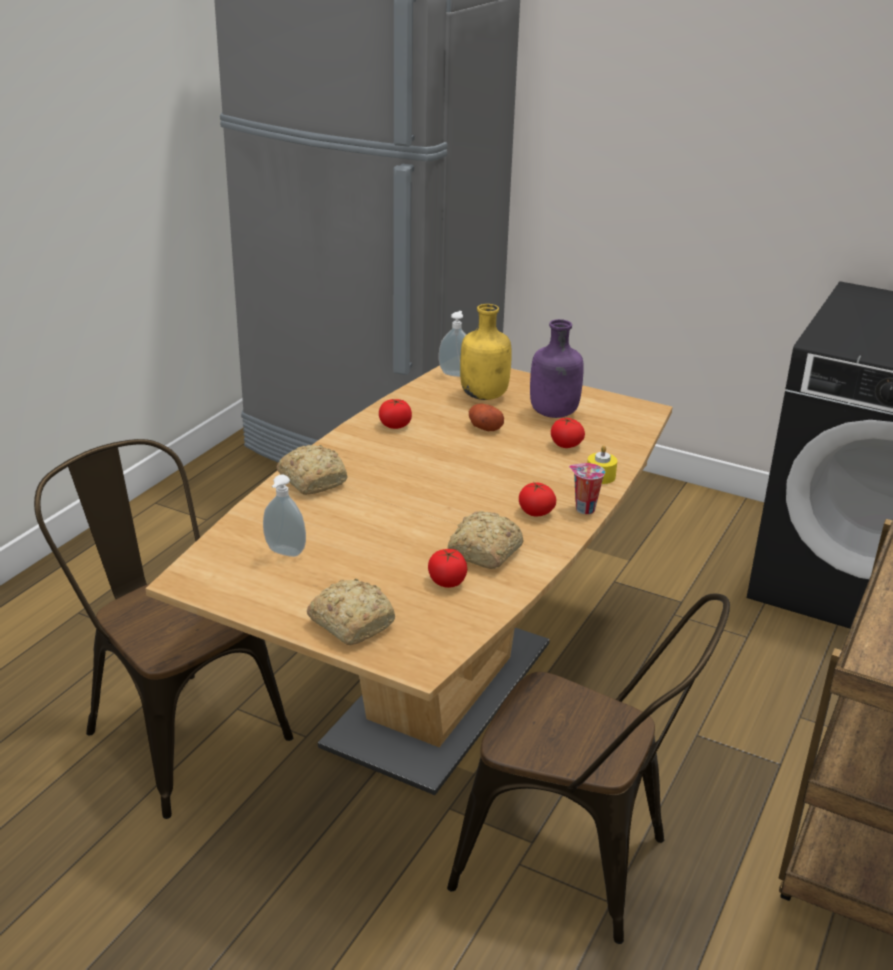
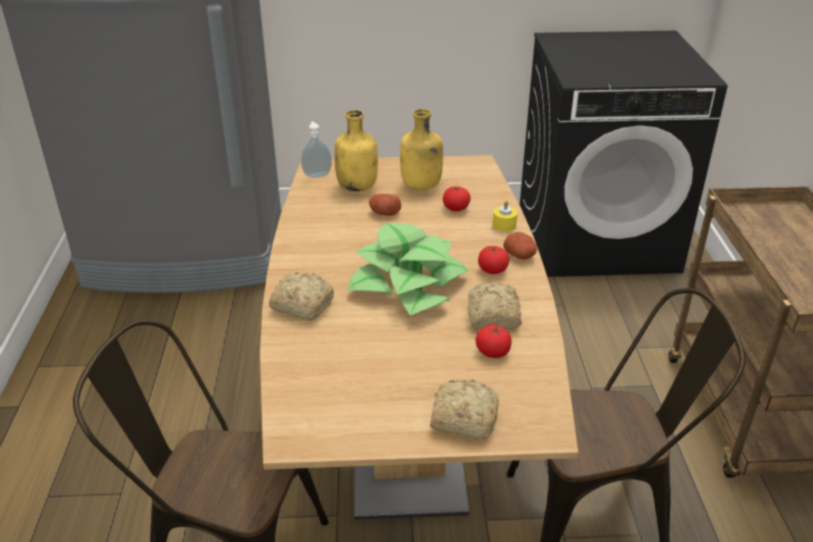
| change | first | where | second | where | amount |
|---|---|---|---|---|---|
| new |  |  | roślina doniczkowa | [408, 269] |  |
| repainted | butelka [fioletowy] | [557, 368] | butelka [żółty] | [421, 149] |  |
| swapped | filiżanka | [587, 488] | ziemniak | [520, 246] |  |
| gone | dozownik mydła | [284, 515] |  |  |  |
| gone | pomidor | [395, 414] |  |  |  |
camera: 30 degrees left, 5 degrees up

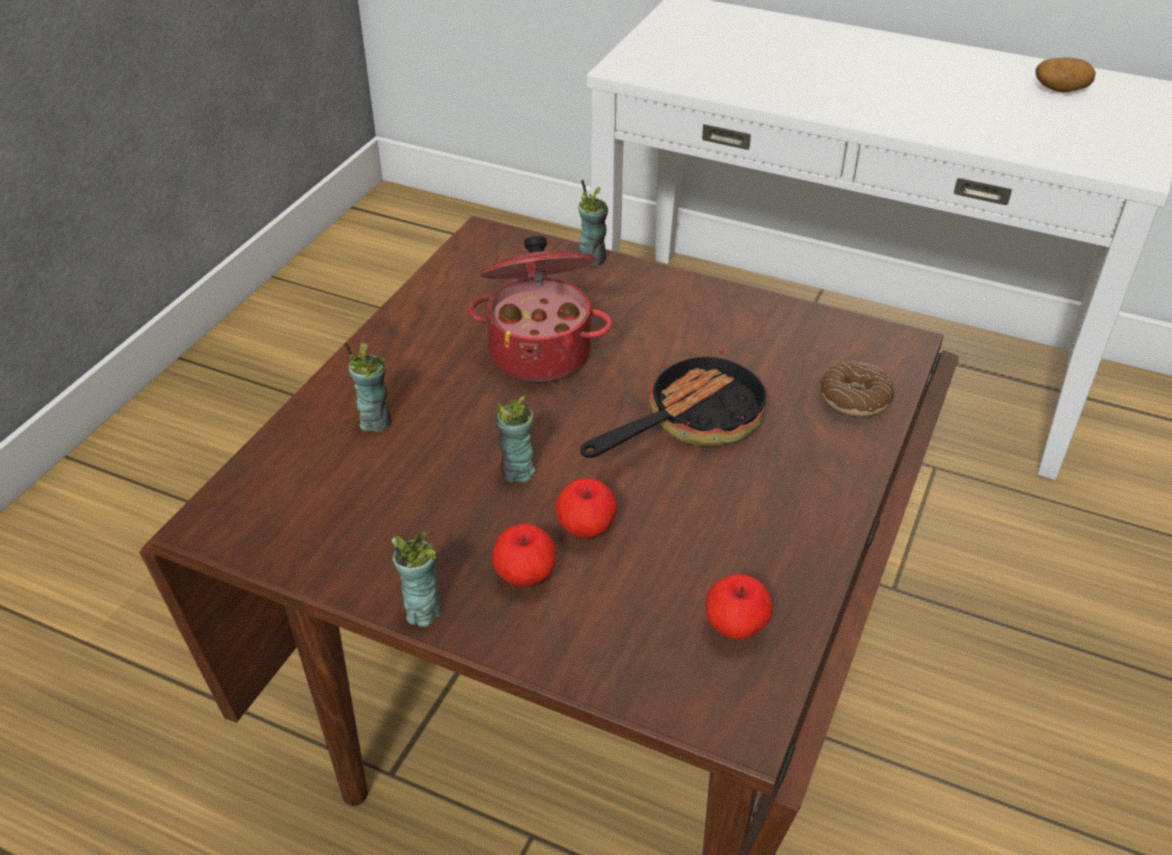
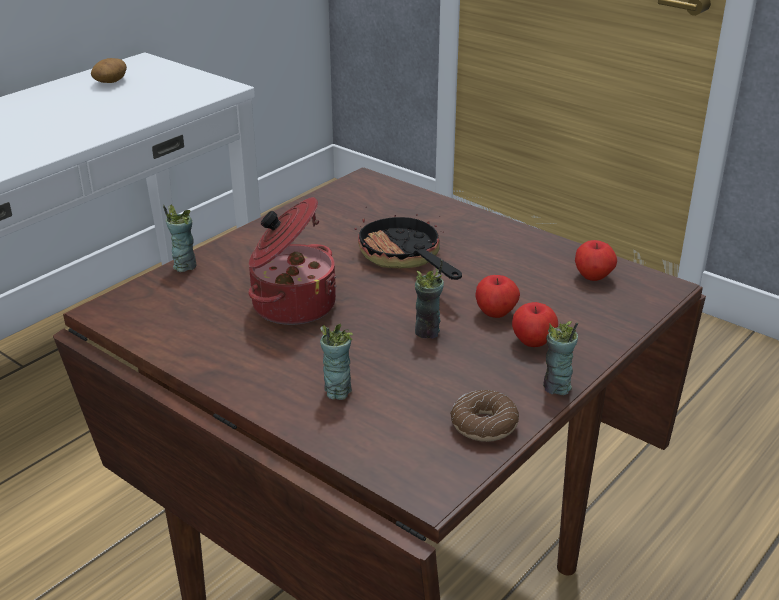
| change | first | where | second | where | amount |
|---|---|---|---|---|---|
| shifted | donut | [857, 389] |  | [484, 416] |  |
camera: 75 degrees left, 10 degrees down

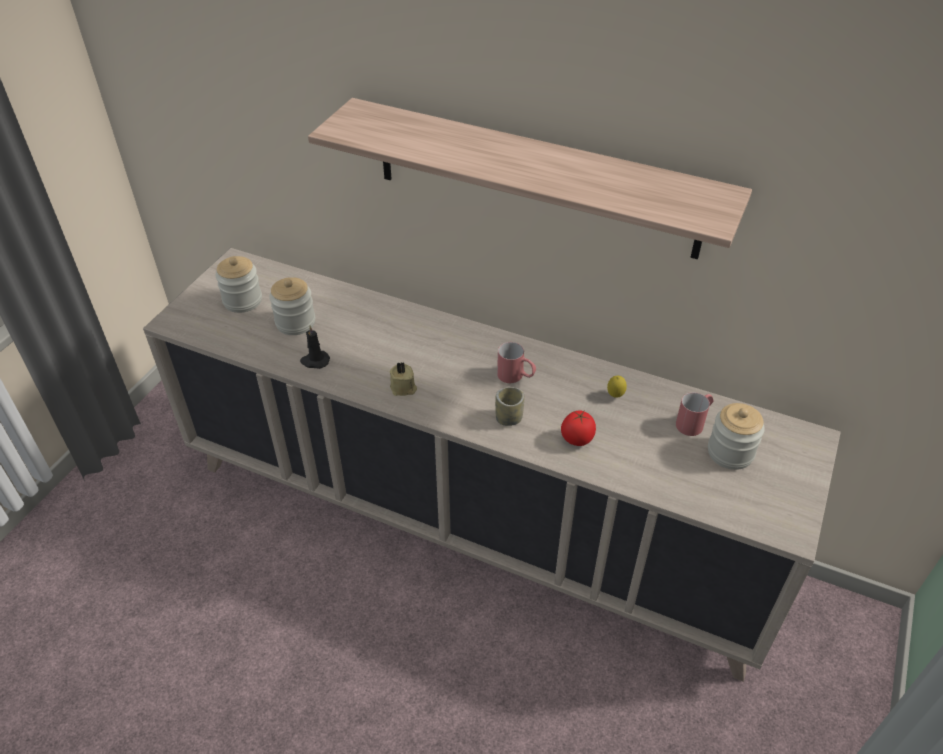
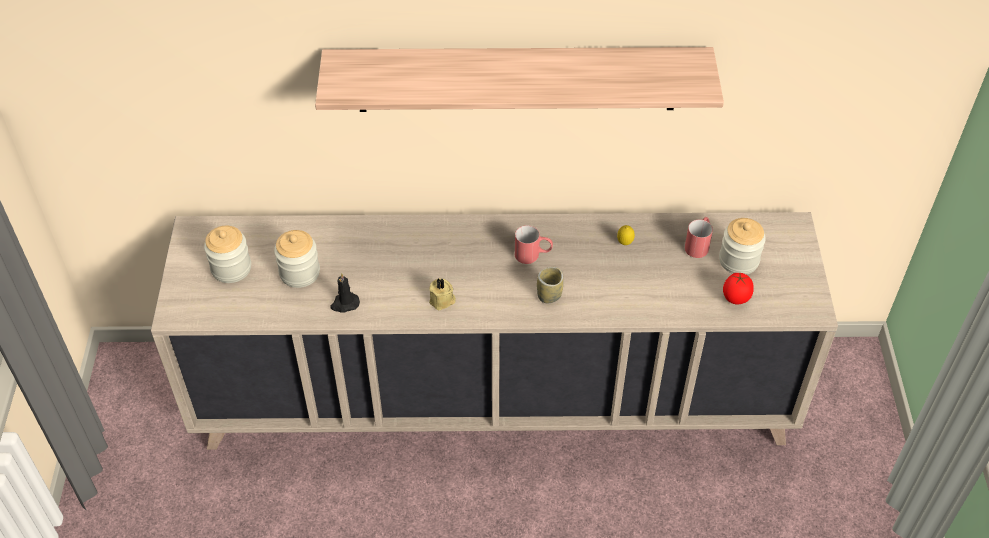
| change | first | where | second | where | amount |
|---|---|---|---|---|---|
| shifted | pomidor | [578, 428] |  | [738, 288] |  |
camera: 25 degrees left, 5 degrees up

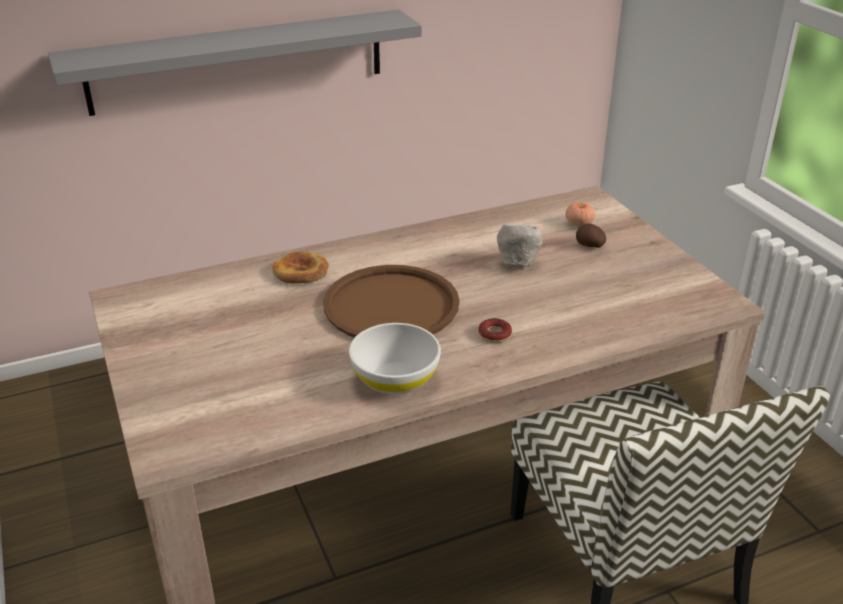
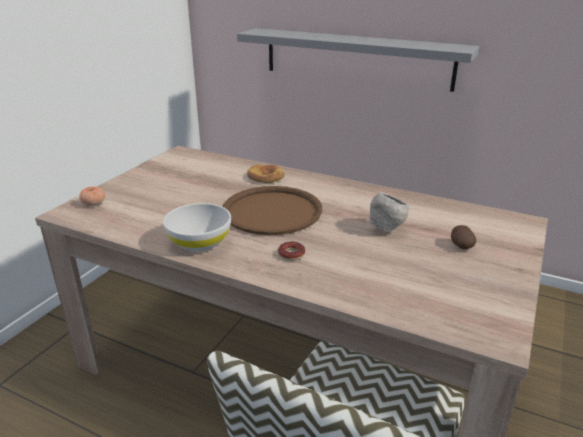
| change | first | where | second | where | amount |
|---|---|---|---|---|---|
| shifted | pomidor | [580, 214] |  | [92, 196] |  |
camera: 50 degrees right, 5 degrees down

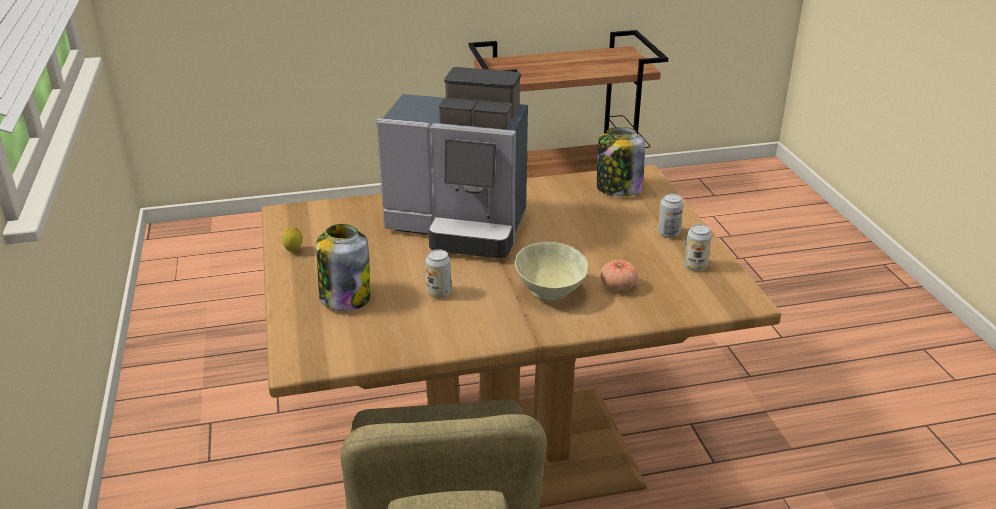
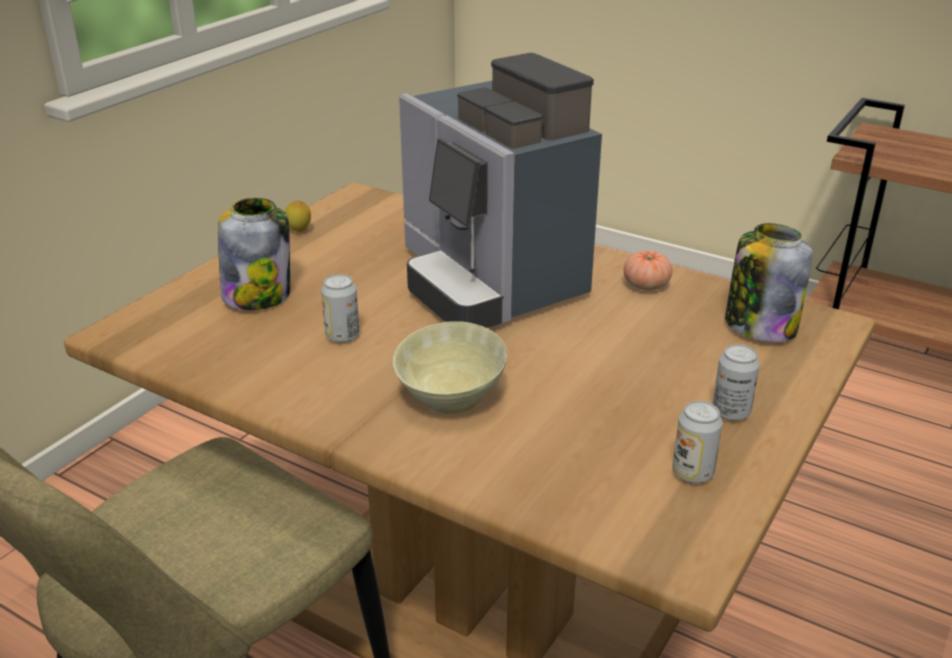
| change | first | where | second | where | amount |
|---|---|---|---|---|---|
| shifted | pomidor | [619, 275] |  | [648, 270] |  |
camera: 45 degrees right, 0 degrees up

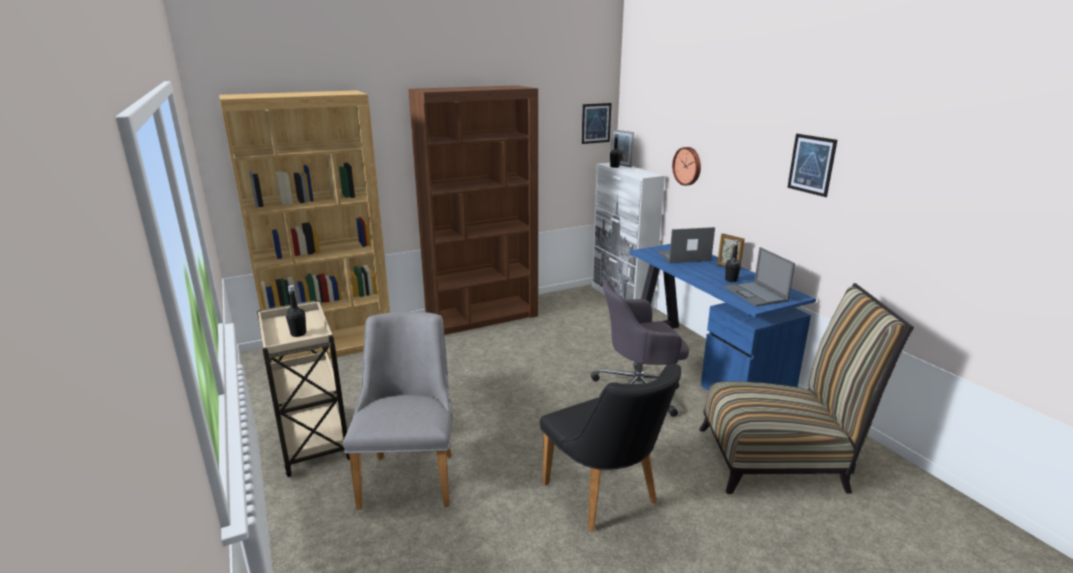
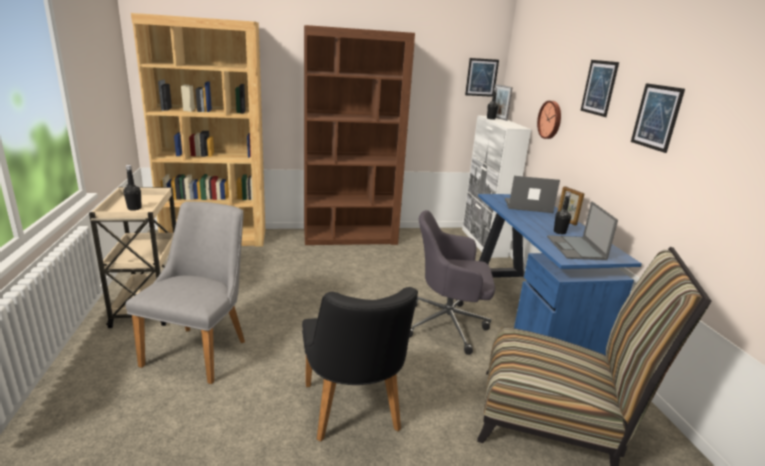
| change | first | where | second | where | amount |
|---|---|---|---|---|---|
| new |  |  | obraz | [599, 88] |  |
camera: 15 degrees right, 0 degrees up

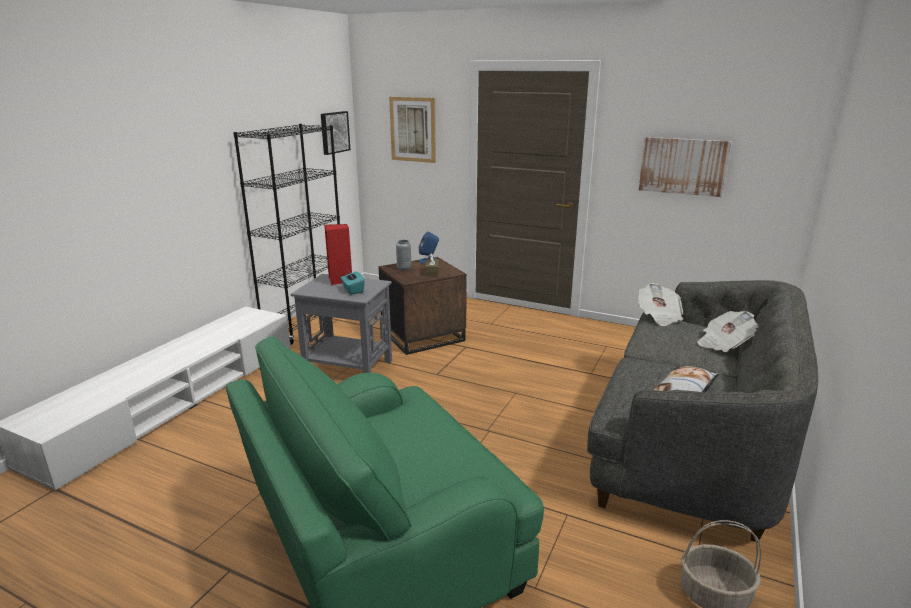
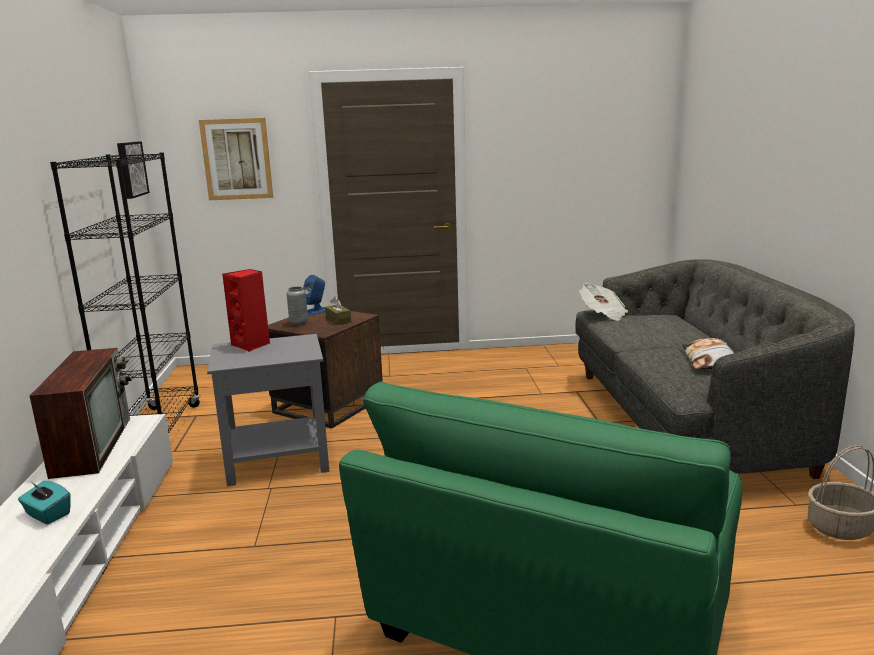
| change | first | where | second | where | amount |
|---|---|---|---|---|---|
| shifted | pudełko chusteczek [turkusowy] | [353, 282] |  | [44, 502] |  |
| new |  |  | telewizor | [80, 413] |  |
| gone | obraz | [685, 167] |  |  |  |
| gone | gazeta | [728, 331] |  |  |  |
camera: 30 degrees left, 5 degrees down

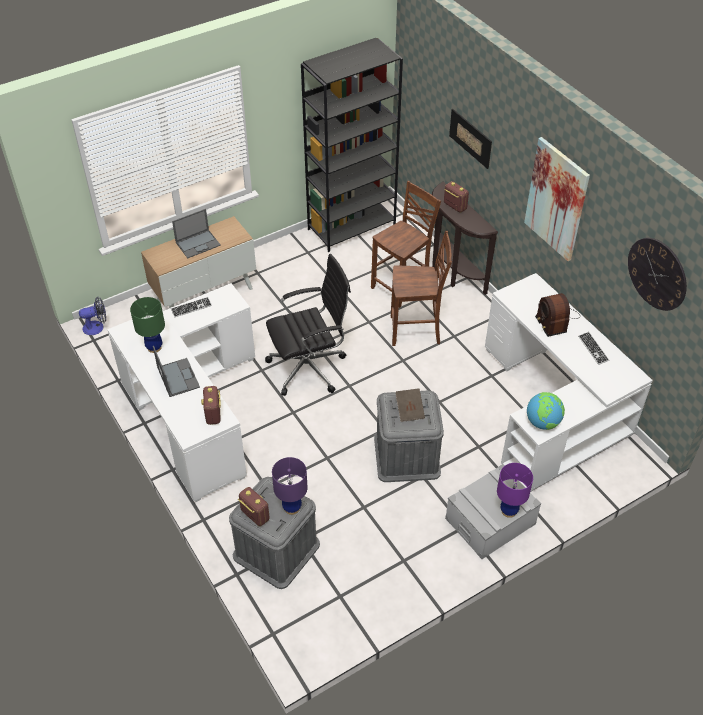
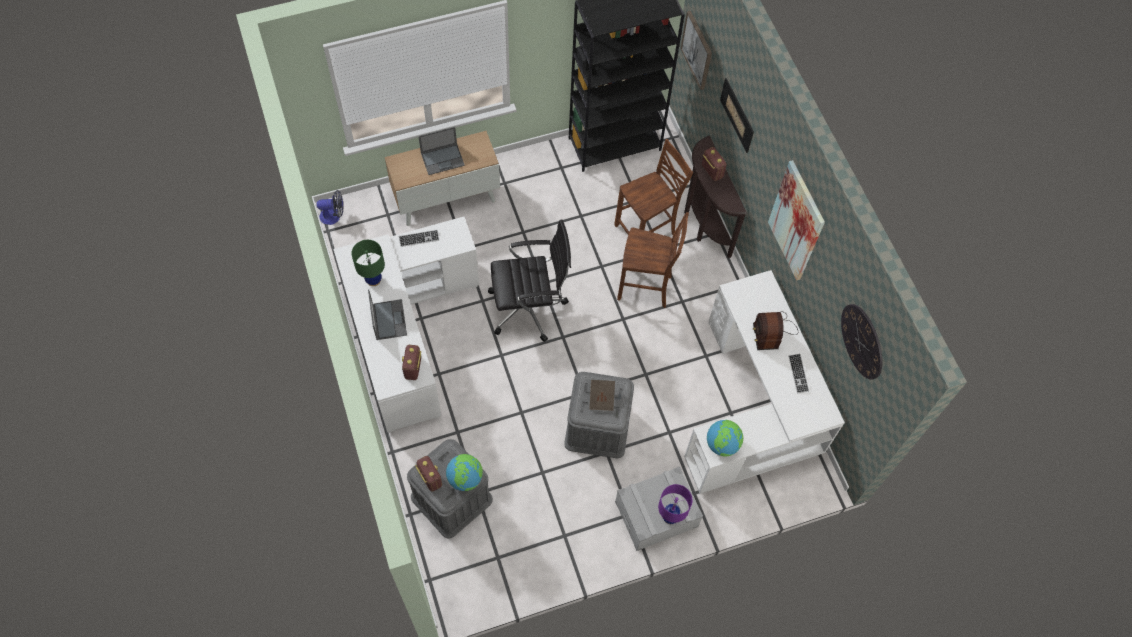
| change | first | where | second | where | amount |
|---|---|---|---|---|---|
| swapped | lampa stołowa [fioletowy] | [290, 486] | globus | [464, 472] |  |
| new |  |  | obraz | [696, 50] |  |
camera: 10 degrees right, 15 degrees up

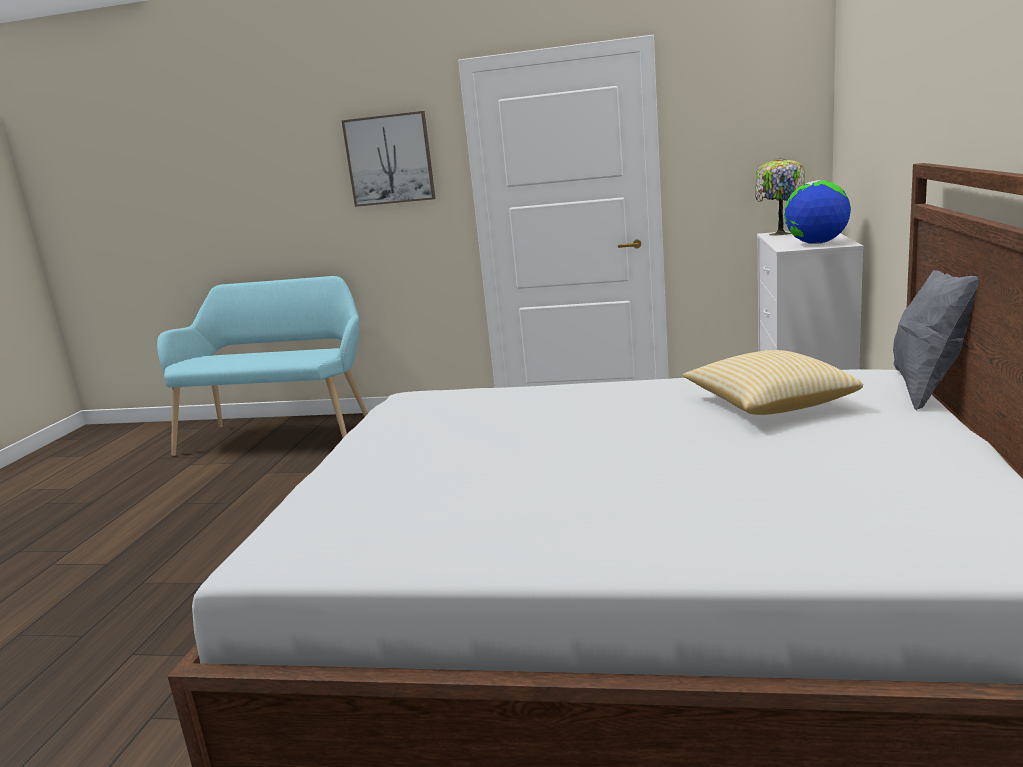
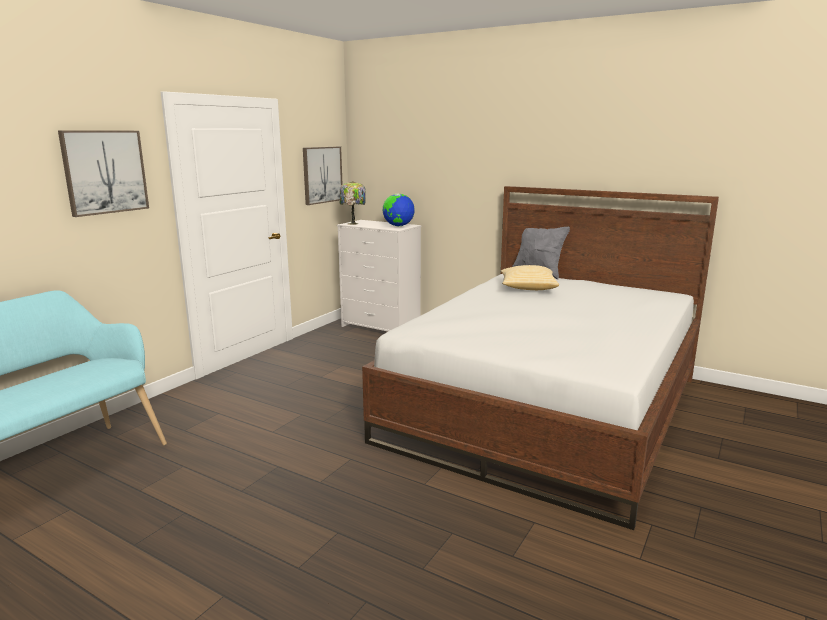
| change | first | where | second | where | amount |
|---|---|---|---|---|---|
| new |  |  | obraz | [322, 176] |  |
camera: 70 degrees left, 0 degrees up

